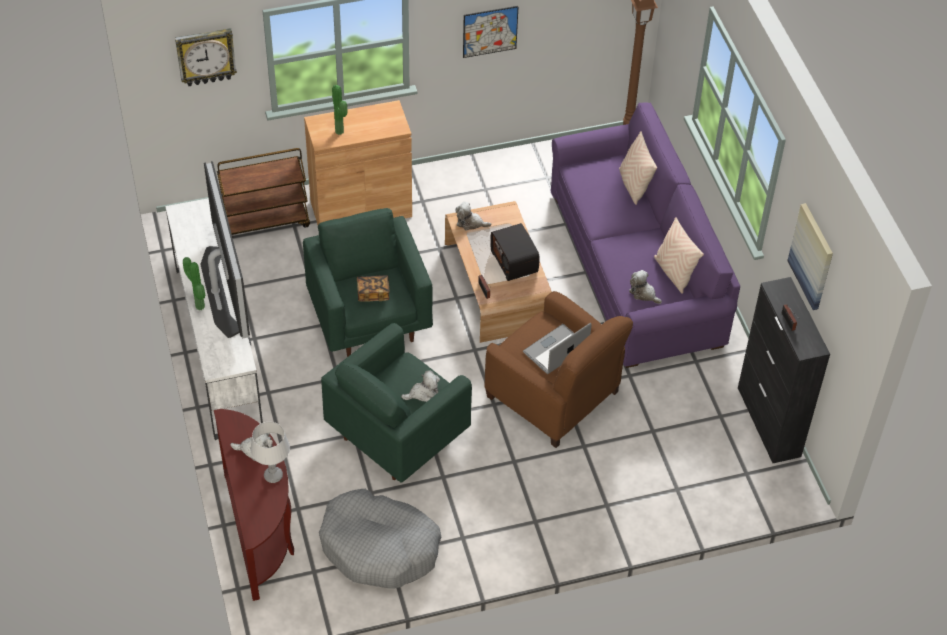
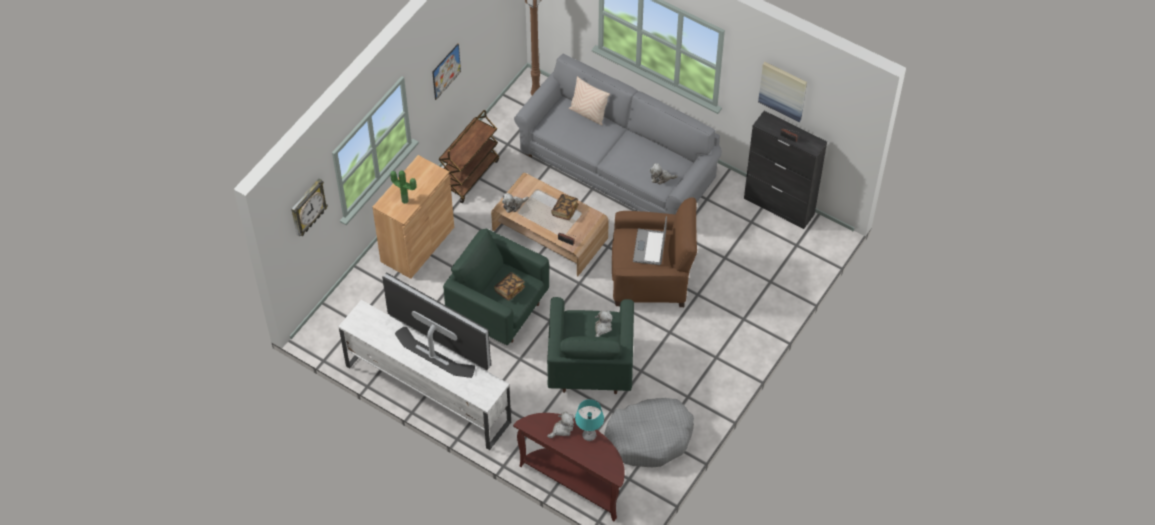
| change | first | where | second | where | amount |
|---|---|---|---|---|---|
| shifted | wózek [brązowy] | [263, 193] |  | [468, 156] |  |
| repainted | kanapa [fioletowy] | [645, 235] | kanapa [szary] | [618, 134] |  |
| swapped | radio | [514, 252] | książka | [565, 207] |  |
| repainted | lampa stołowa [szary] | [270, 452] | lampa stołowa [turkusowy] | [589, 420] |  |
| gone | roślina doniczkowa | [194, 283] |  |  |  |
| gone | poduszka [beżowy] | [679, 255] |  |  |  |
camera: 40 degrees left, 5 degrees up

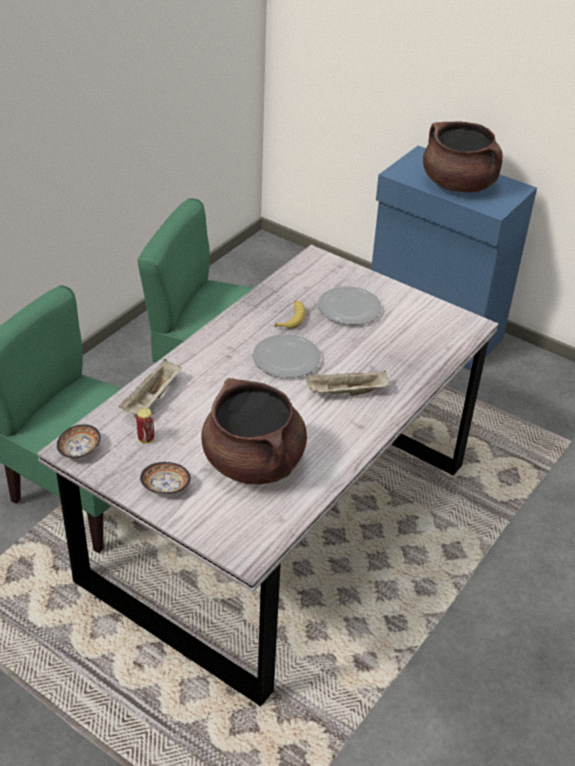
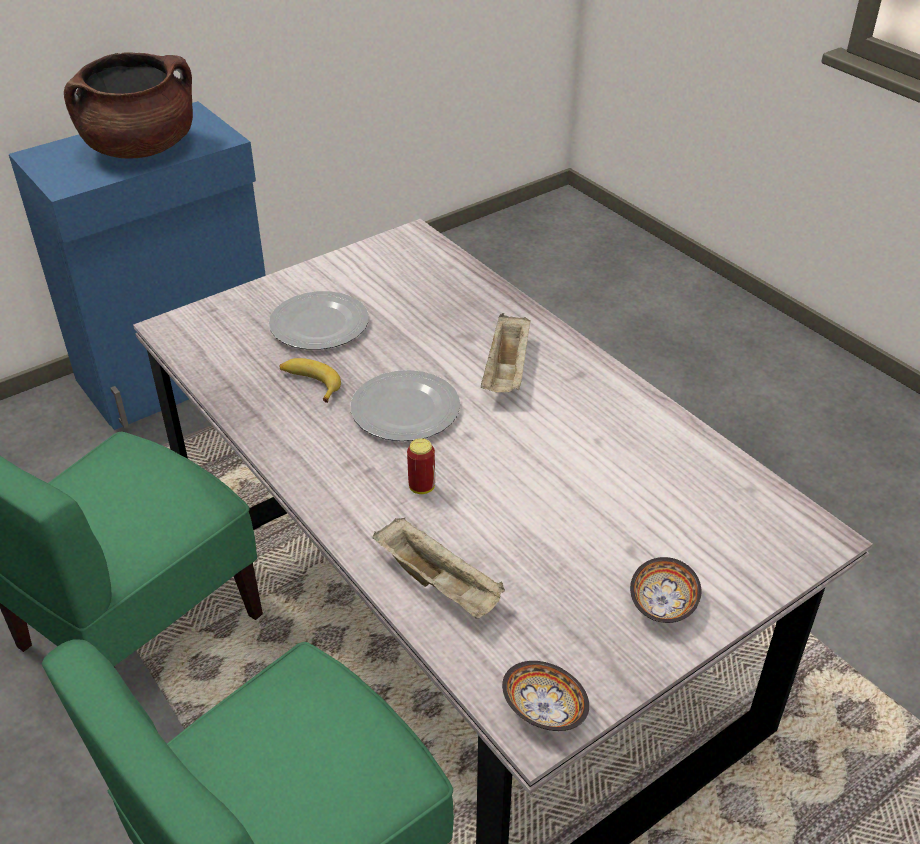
| change | first | where | second | where | amount |
|---|---|---|---|---|---|
| shifted | puszka | [145, 425] |  | [421, 466] |  |
| gone | garnek [brązowy] | [254, 431] |  |  |  |
camera: 70 degrees left, 0 degrees up

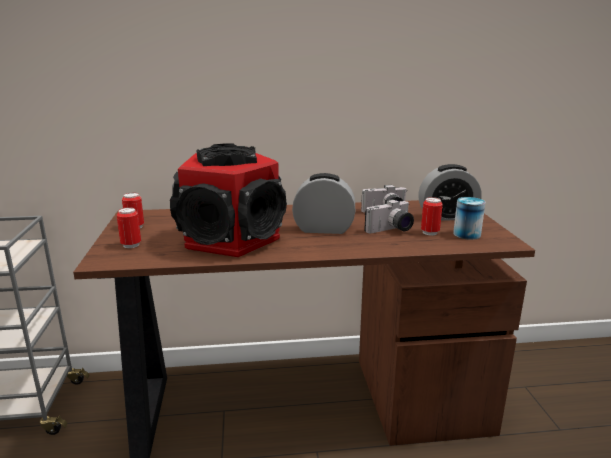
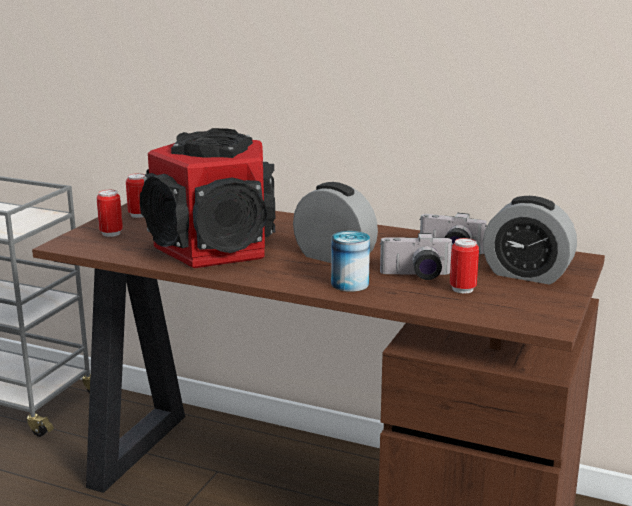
| change | first | where | second | where | amount |
|---|---|---|---|---|---|
| shifted | puszka | [469, 218] |  | [350, 261] |  |
camera: 30 degrees right, 0 degrees up

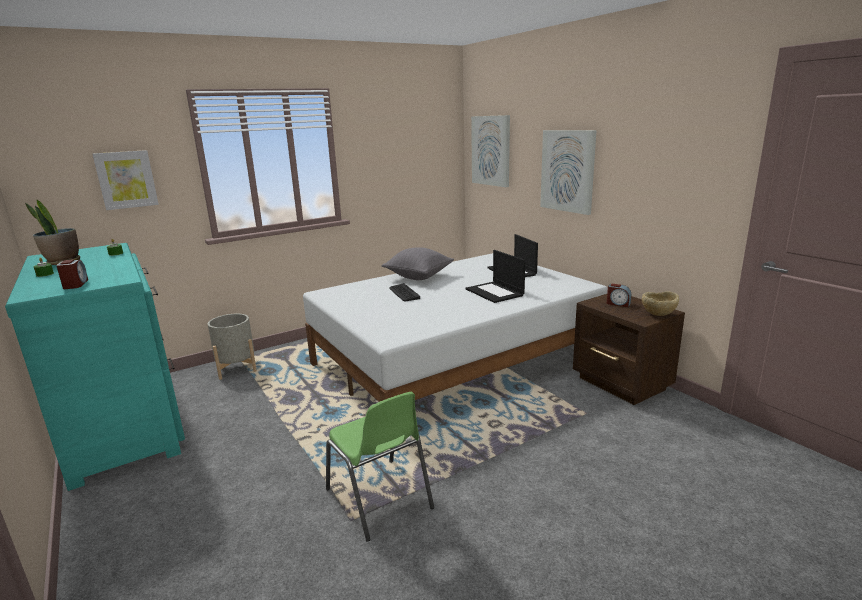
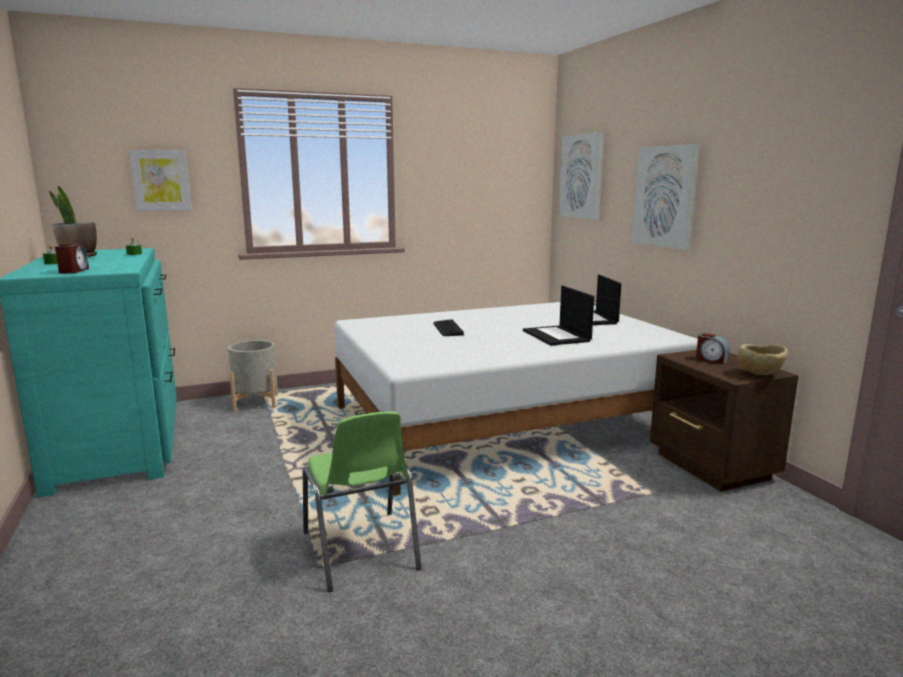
| change | first | where | second | where | amount |
|---|---|---|---|---|---|
| gone | poduszka [szary] | [418, 263] |  |  |  |
camera: 10 degrees right, 5 degrees down

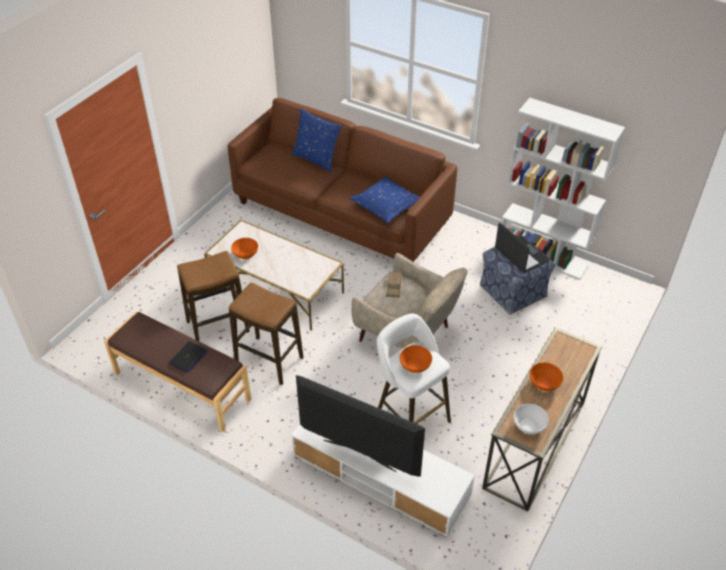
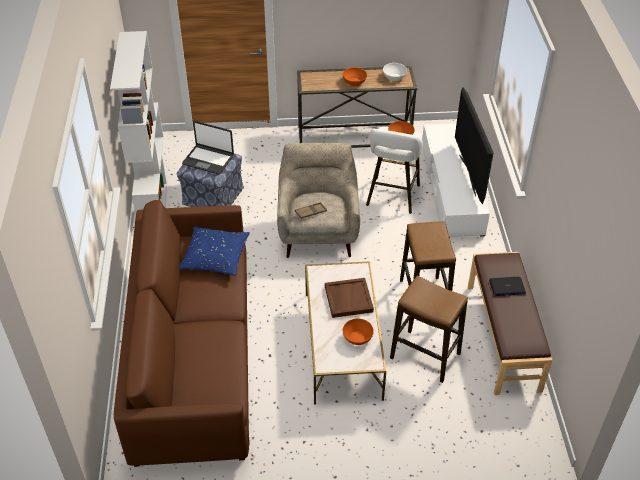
| change | first | where | second | where | amount |
|---|---|---|---|---|---|
| rotated | laptop | [522, 248] |  | [208, 147] | 90 degrees counterclockwise |
| new |  |  | taca [brązowy] | [349, 298] |  |
| gone | poduszka [niebieski] | [316, 140] |  |  |  |
camera: 125 degrees left, 0 degrees up

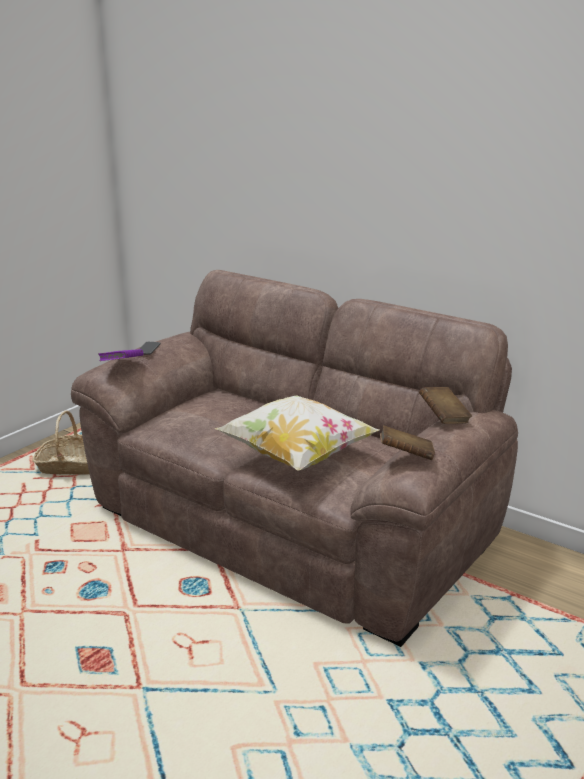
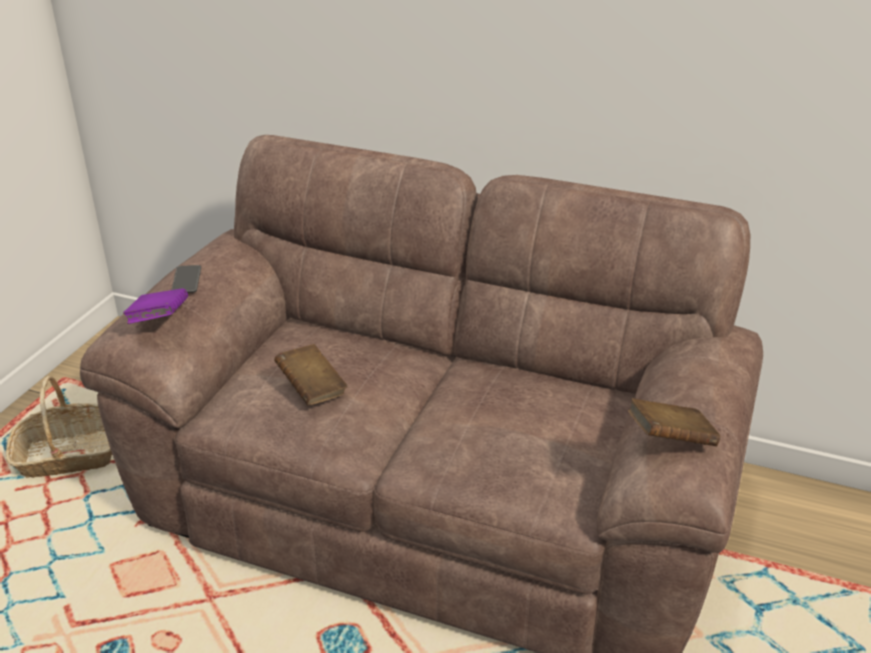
| change | first | where | second | where | amount |
|---|---|---|---|---|---|
| shifted | książka [brązowy] | [445, 405] |  | [310, 374] |  |
| gone | poduszka | [297, 433] |  |  |  |
camera: 15 degrees left, 10 degrees up

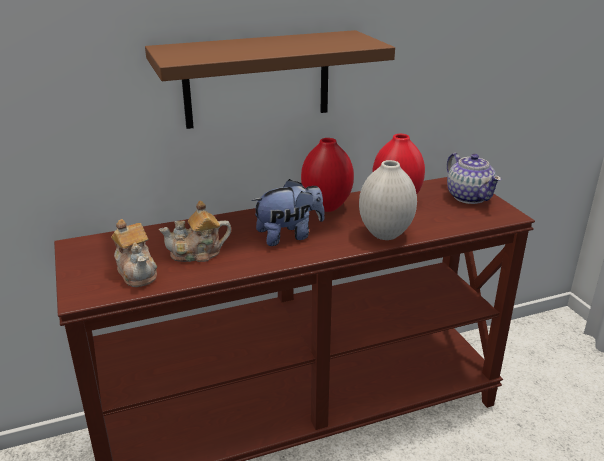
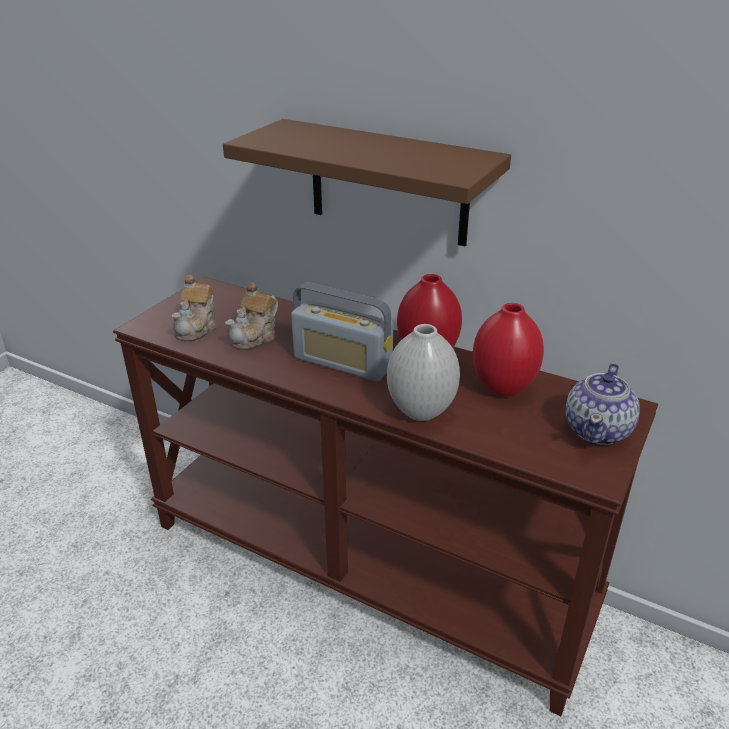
| change | first | where | second | where | amount |
|---|---|---|---|---|---|
| rotated | imbryk | [195, 231] |  | [251, 316] | 90 degrees counterclockwise |
| swapped | pluszak | [288, 212] | radio | [342, 332] |  |
camera: 50 degrees right, 5 degrees up

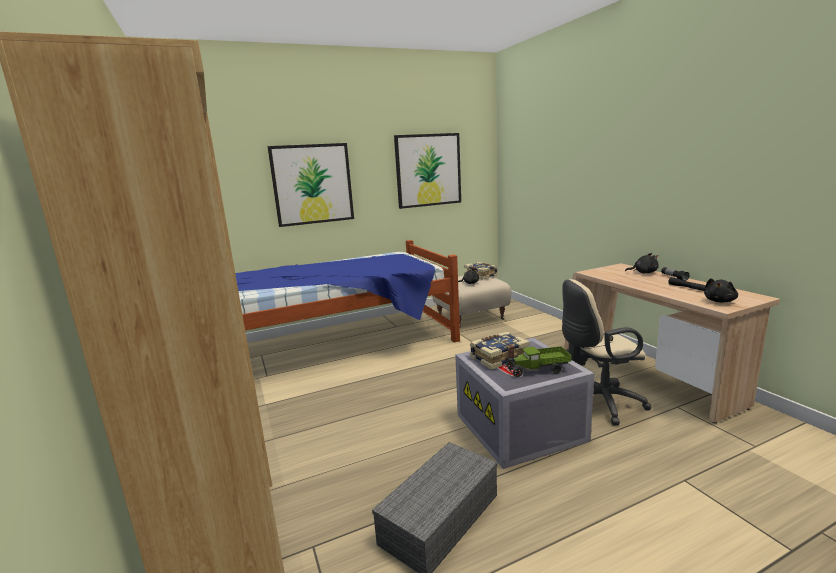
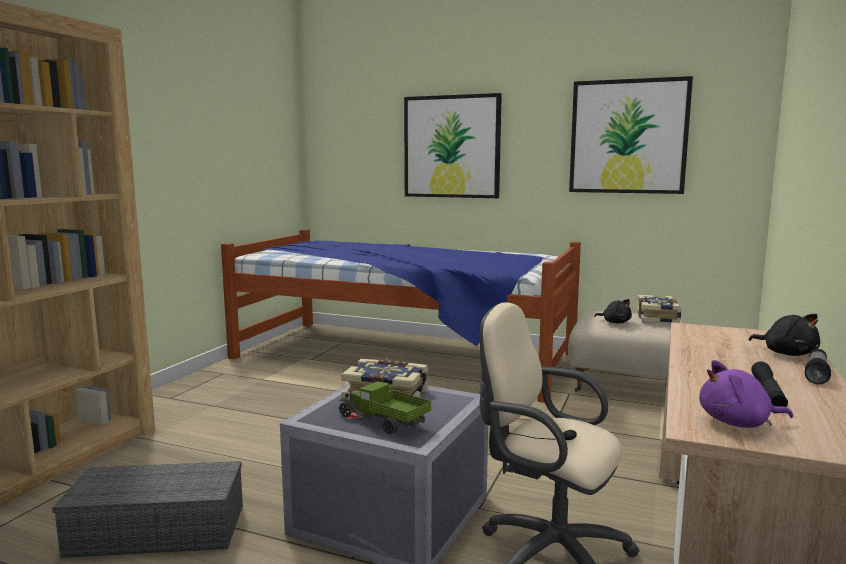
| change | first | where | second | where | amount |
|---|---|---|---|---|---|
| repainted | pluszak [czarny] | [721, 290] | pluszak [fioletowy] | [746, 394] |  |
camera: 45 degrees right, 5 degrees down

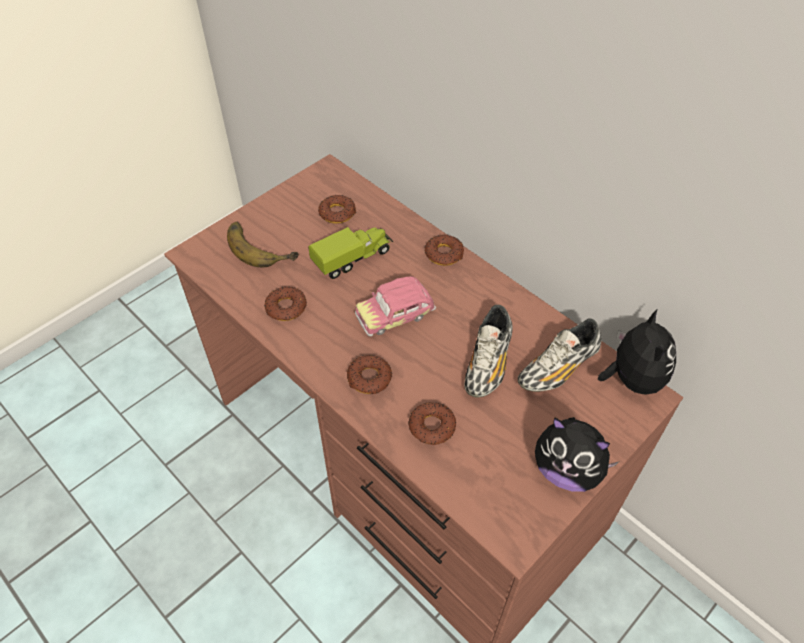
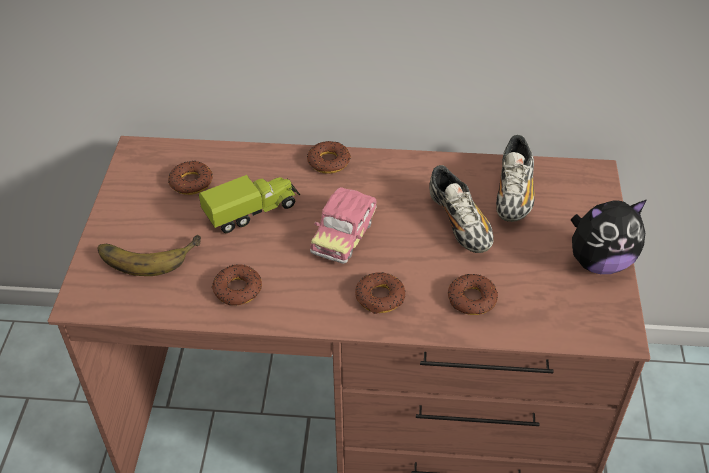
| change | first | where | second | where | amount |
|---|---|---|---|---|---|
| rotated | ciężarówka zabawkowa | [351, 253] |  | [249, 204] | 45 degrees clockwise |
| gone | pluszak | [637, 351] |  |  |  |
camera: 40 degrees left, 5 degrees down

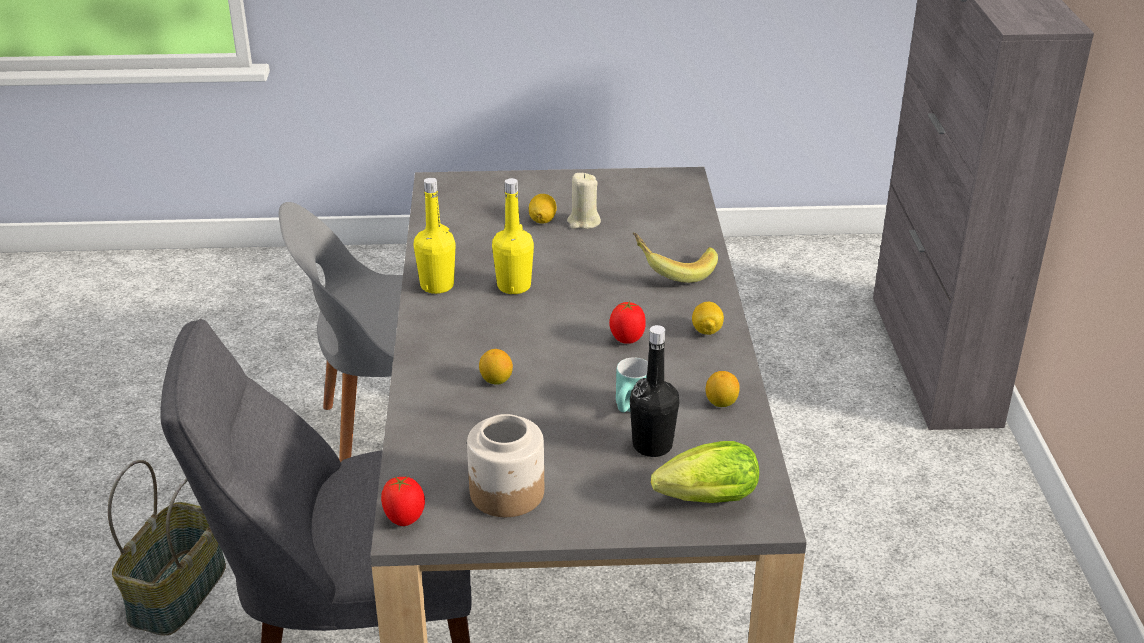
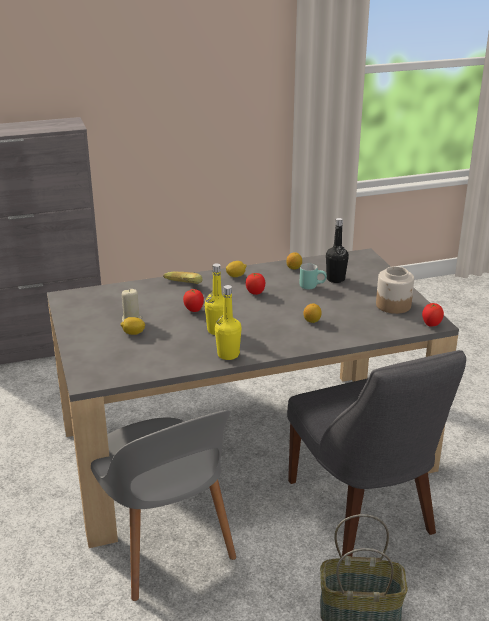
| change | first | where | second | where | amount |
|---|---|---|---|---|---|
| new |  |  | pomidor | [193, 300] |  |
| gone | sałata | [705, 472] |  |  |  |
camera: 105 degrees left, 5 degrees down

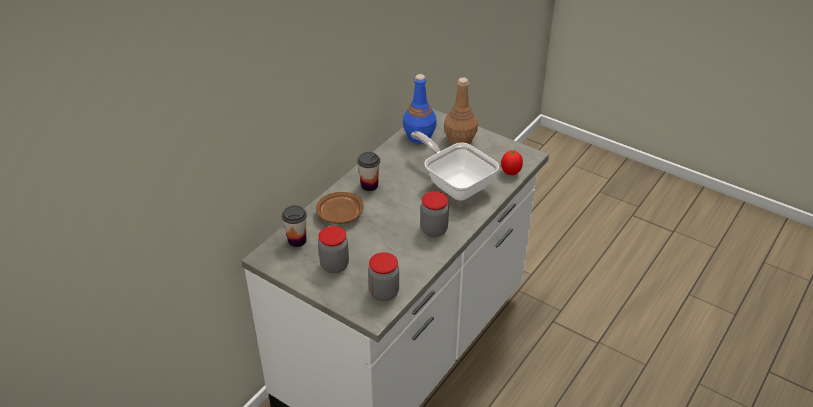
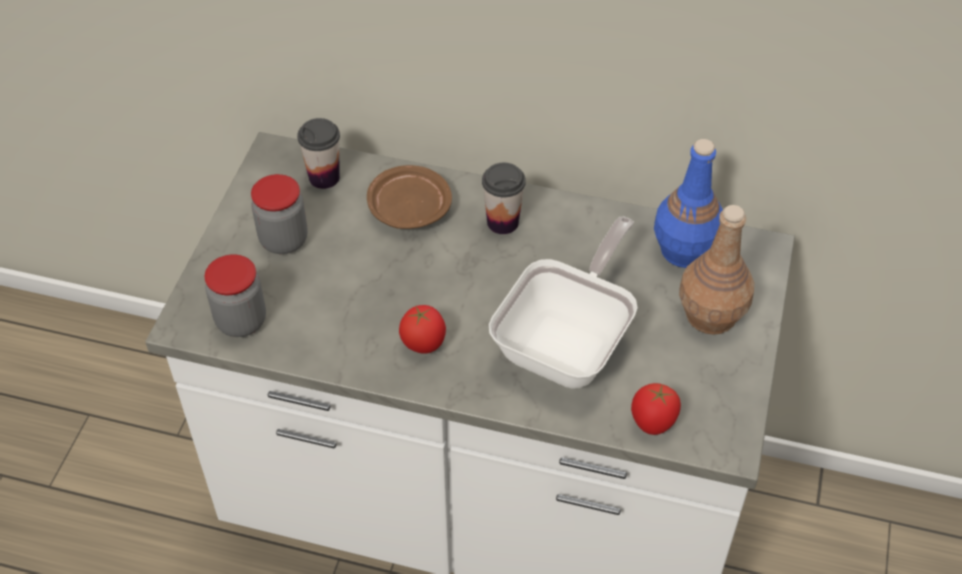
| change | first | where | second | where | amount |
|---|---|---|---|---|---|
| swapped | słoik | [434, 214] | pomidor | [422, 329] |  |
camera: 70 degrees right, 10 degrees up

